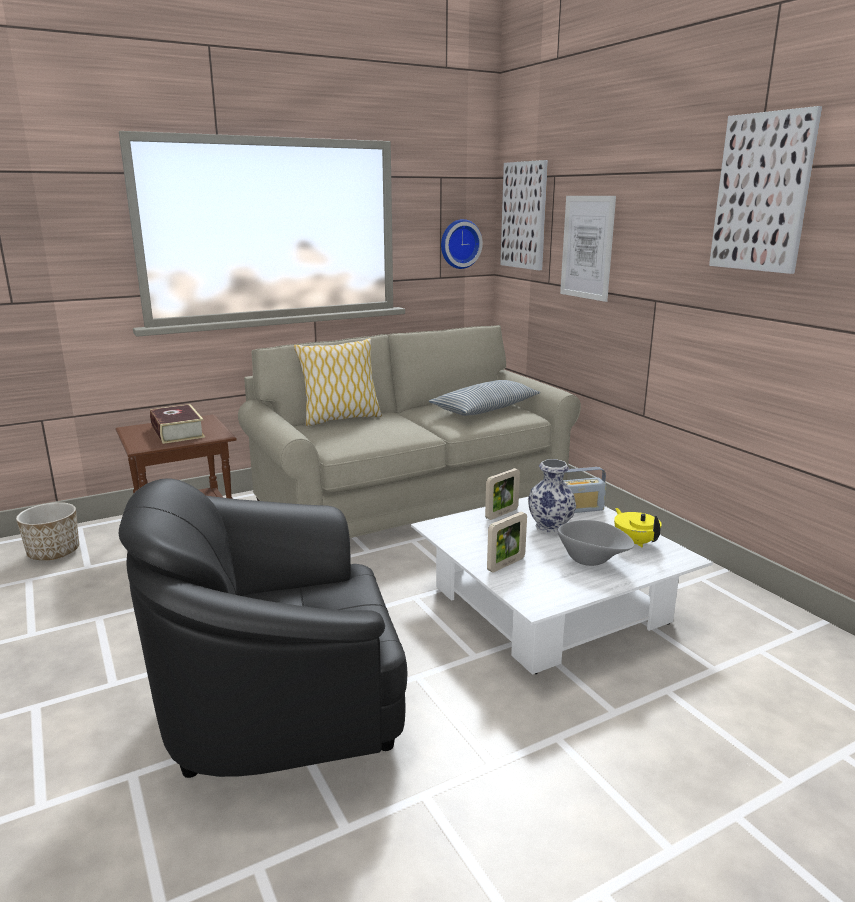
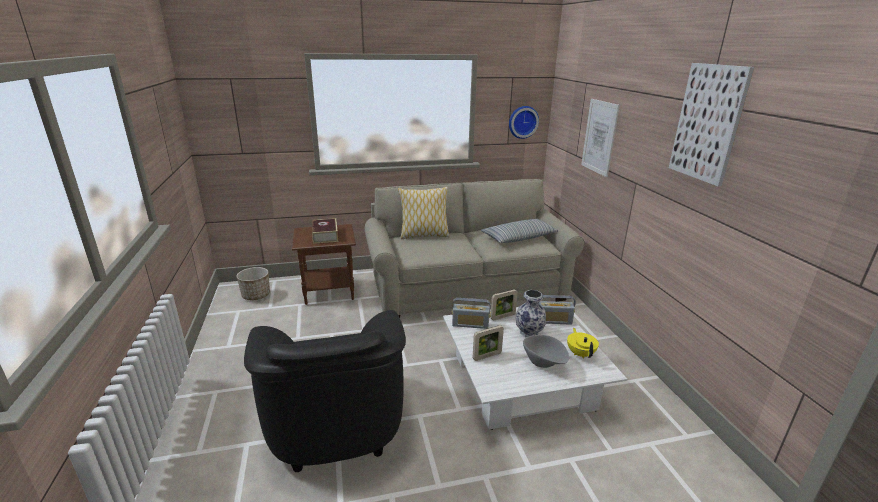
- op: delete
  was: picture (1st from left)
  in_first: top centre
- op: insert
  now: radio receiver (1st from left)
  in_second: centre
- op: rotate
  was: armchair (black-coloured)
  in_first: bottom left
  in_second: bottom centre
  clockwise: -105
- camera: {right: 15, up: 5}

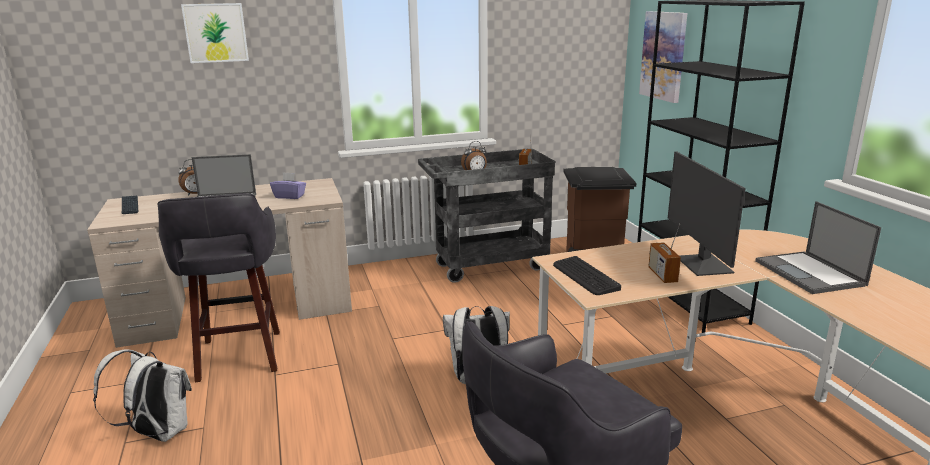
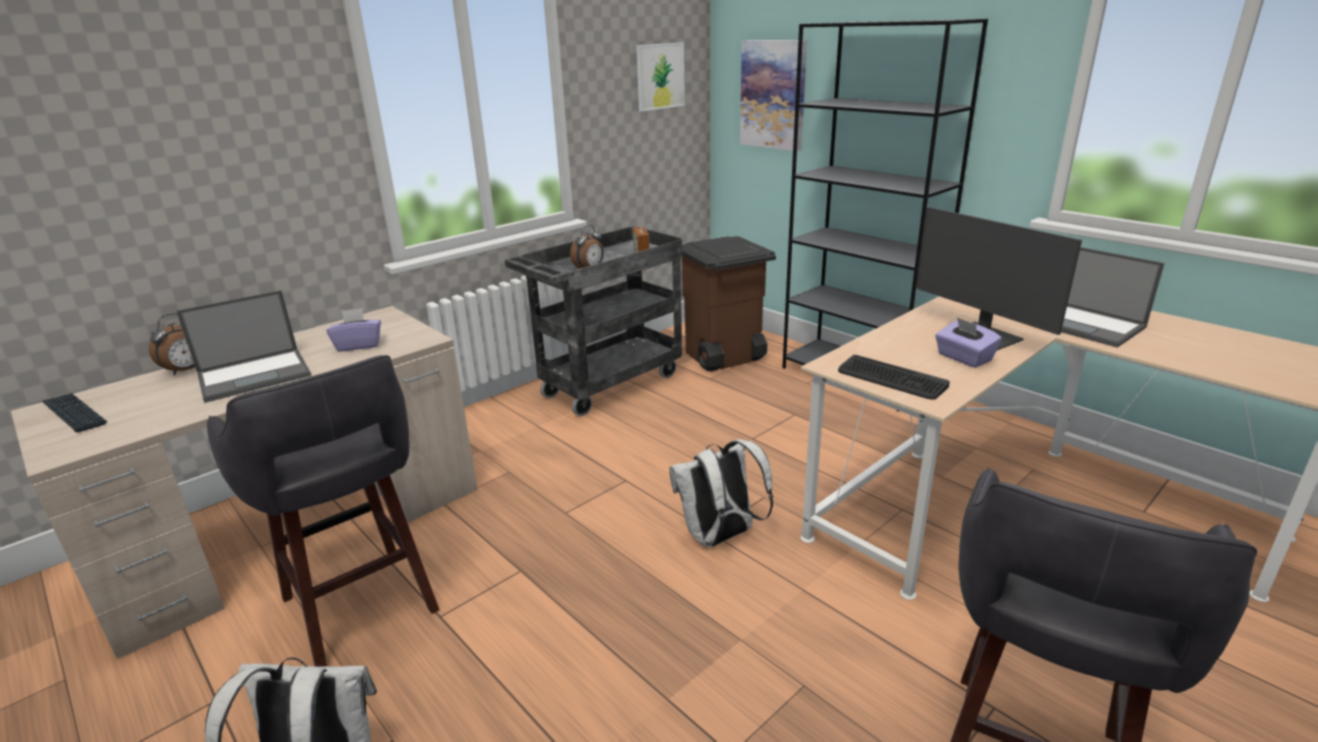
- op: move
  was: picture (1st from left)
  in_first: top left
  in_second: top centre
- op: replace
  was: radio receiver (2nd from left)
  now: tissue holder (purplish) (2nd from left)
  in_first: middle right
  in_second: middle right
- camera: {right: -25, up: 5}

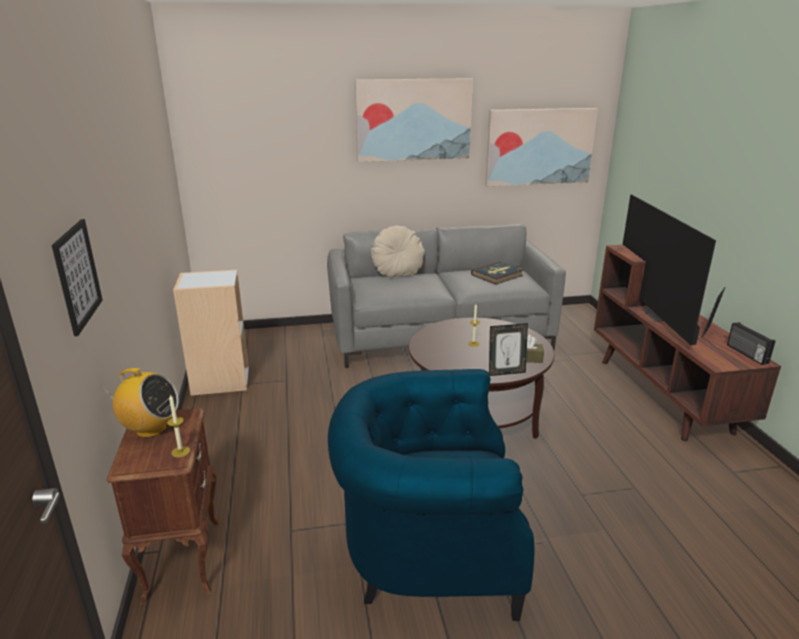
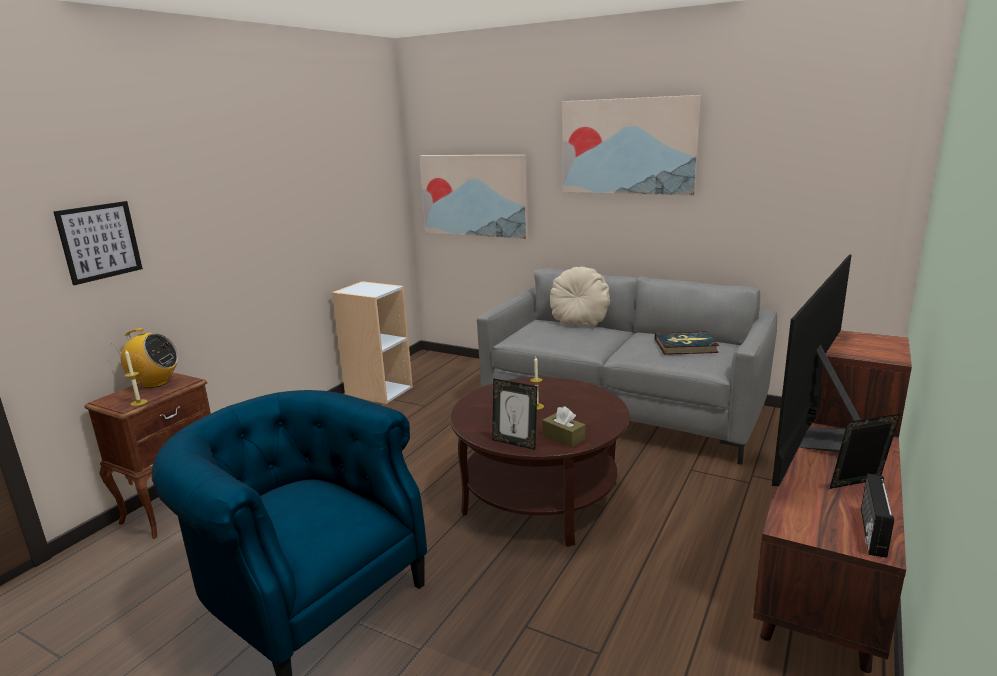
- op: move
  was: picture (3rd from left in the first image)
  now: picture (2nd from left)
  in_first: top right
  in_second: top centre
- op: rotate
  was: radio receiver (1st from left)
  in_first: middle left
  in_second: middle left
  clockwise: -45
- camera: {right: 40, up: -5}

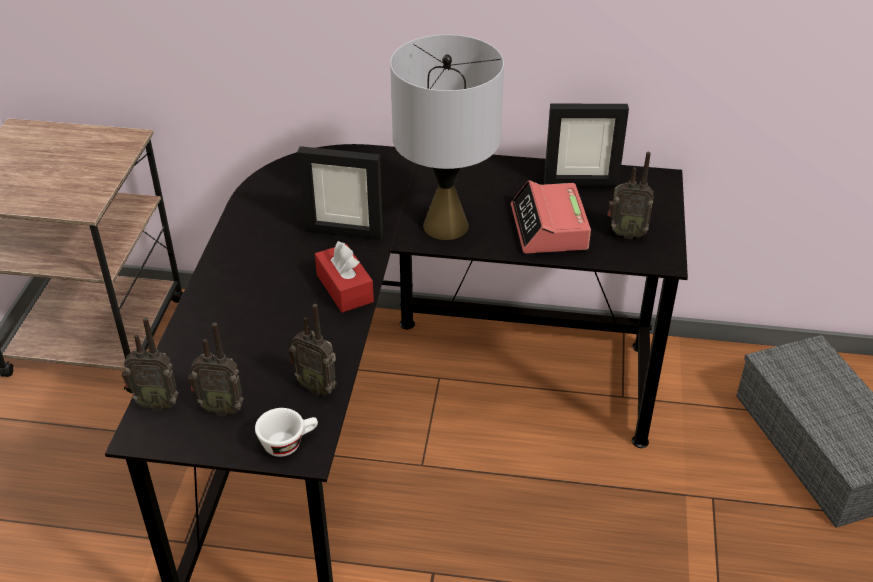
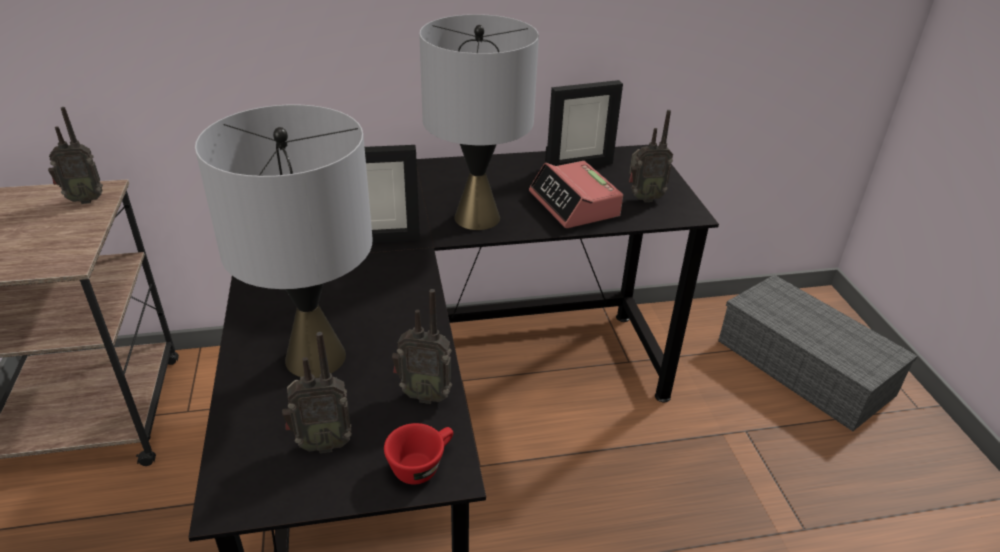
- op: delete
  was: tissue holder (red-coloured)
  in_first: centre
- op: insert
  now: tabletop lamp (gray) (1st from left)
  in_second: middle left
- op: move
  was: radio receiver (1st from left)
  in_first: middle left
  in_second: top left
- op: recolor
  was: drinking cup (whitish)
  now: drinking cup (red-coloured)
  in_first: bottom left
  in_second: bottom centre
- camera: {right: -20, up: -5}

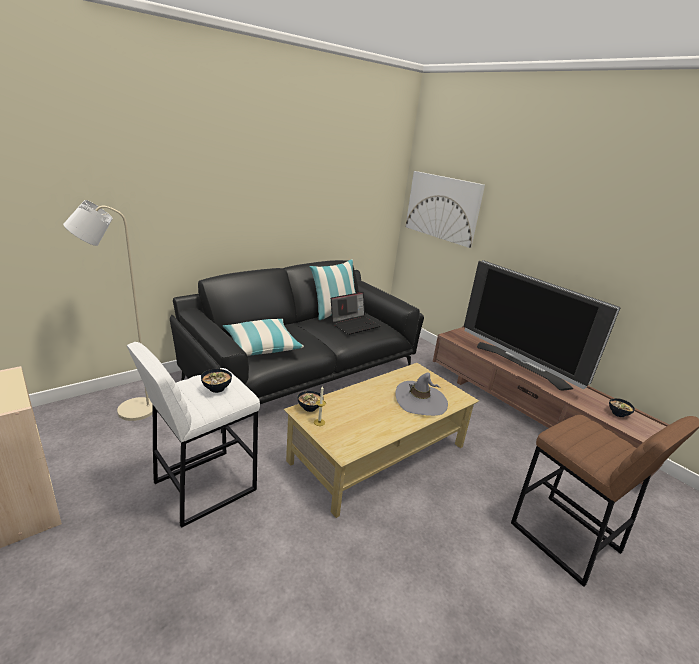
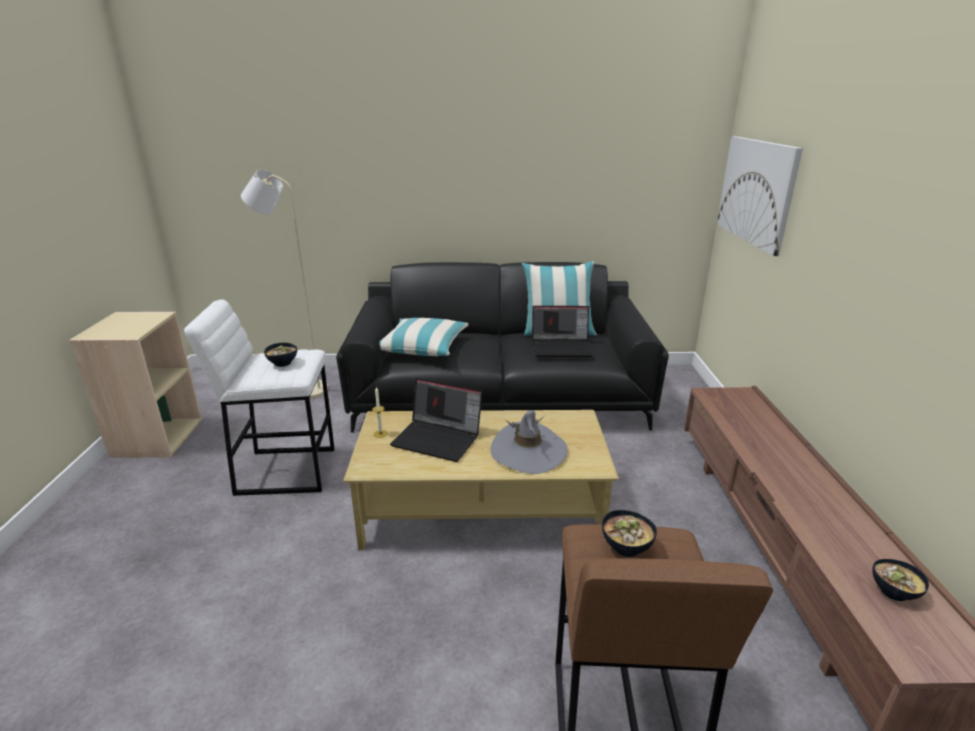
- op: delete
  was: TV set
  in_first: middle right
- op: insert
  now: laptop (1st from left)
  in_second: centre
- op: move
  was: deep dish (2nd from left)
  in_first: centre
  in_second: bottom centre
- camera: {right: 40, up: 0}

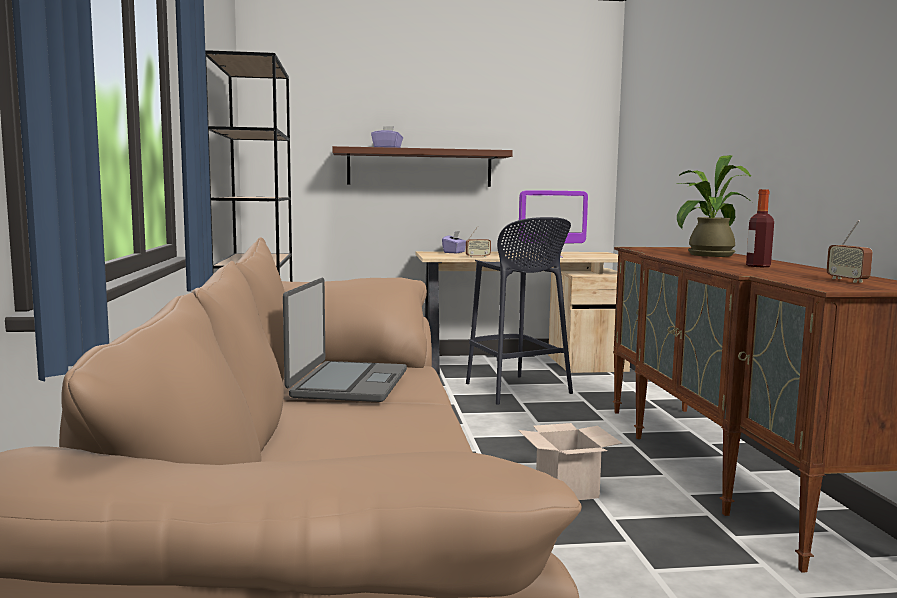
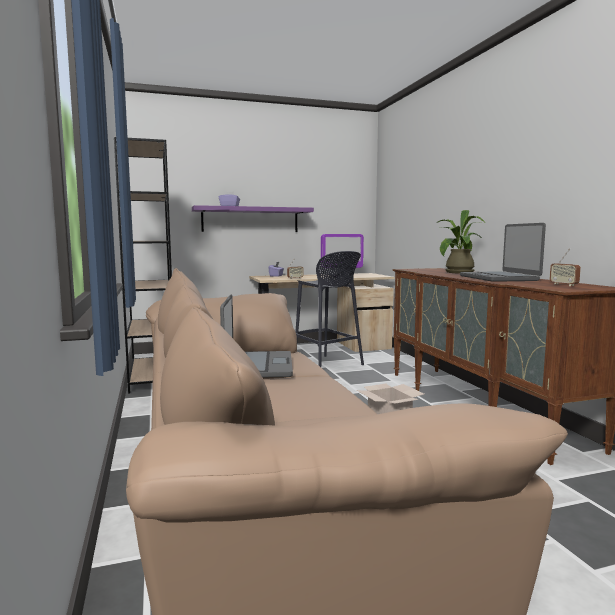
- op: replace
  was: drink bottle
  now: laptop (2nd from left)
  in_first: middle right
  in_second: middle right
- op: recolor
  was: bracket shelf (brown)
  now: bracket shelf (purplish)
  in_first: top centre
  in_second: centre
- camera: {right: -10, up: 0}

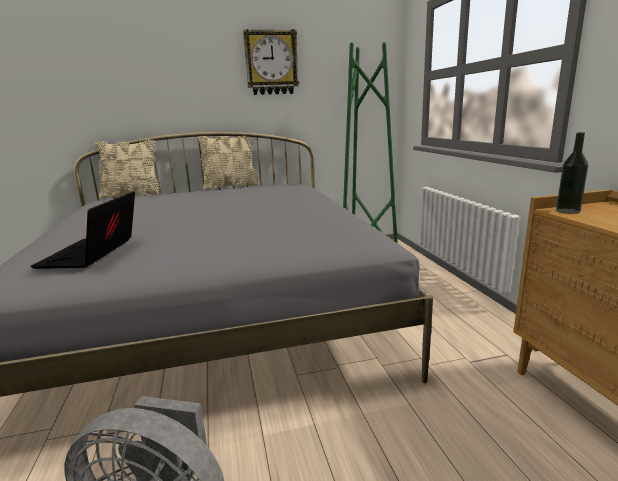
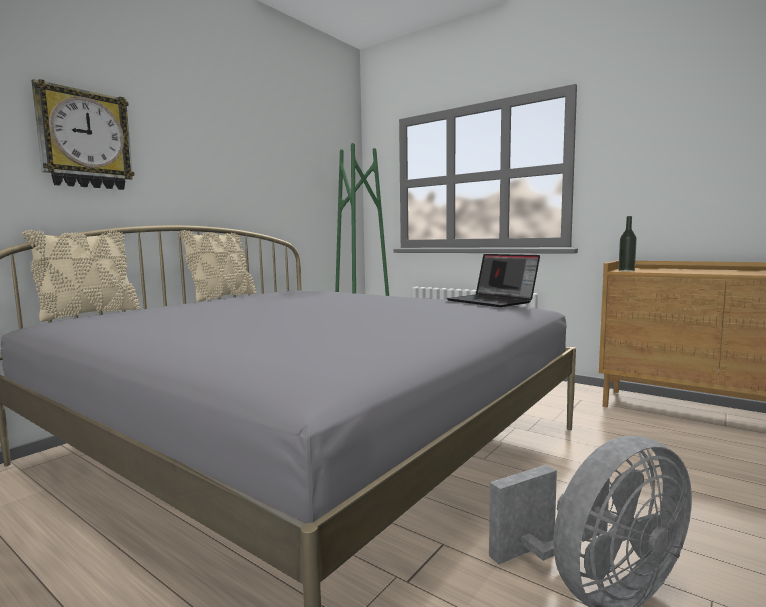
- op: move
  was: laptop
  in_first: middle left
  in_second: centre
- op: move
  was: hanging clock
  in_first: top centre
  in_second: top left
- camera: {right: -40, up: -10}

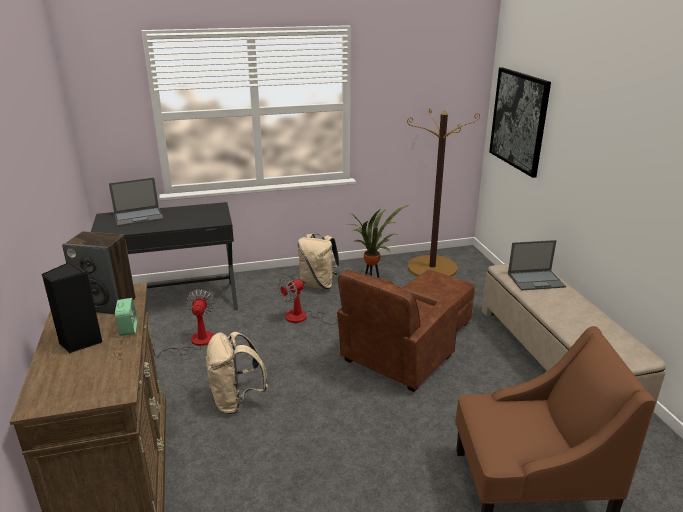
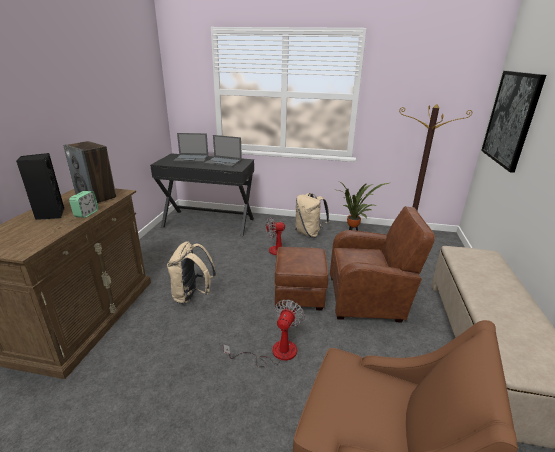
- op: move
  was: electric fan (1st from left)
  in_first: middle left
  in_second: bottom centre
- op: move
  was: laptop (2nd from left)
  in_first: middle right
  in_second: centre
- op: rotate
  was: armchair (brown) (1st from left)
  in_first: centre
  in_second: centre
  clockwise: -150
- camera: {right: 25, up: 0}

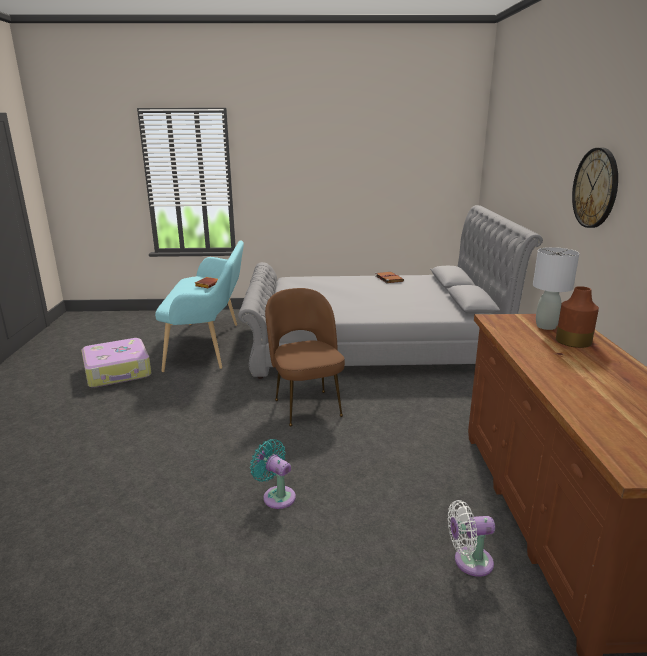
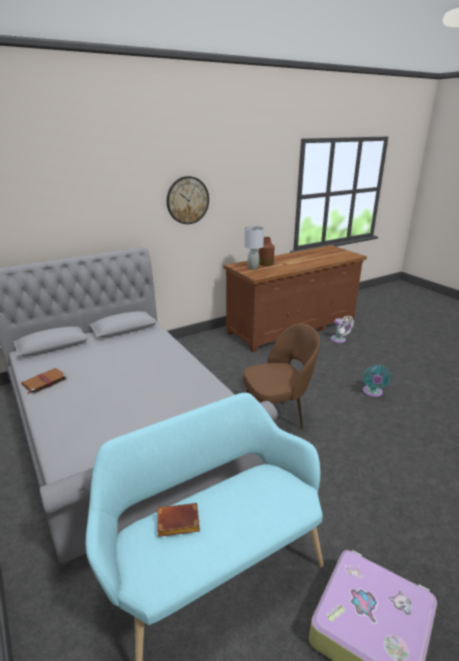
- op: rotate
  was: plain chair (brown)
  in_first: centre
  in_second: centre
  clockwise: -150
- camera: {right: -120, up: 5}

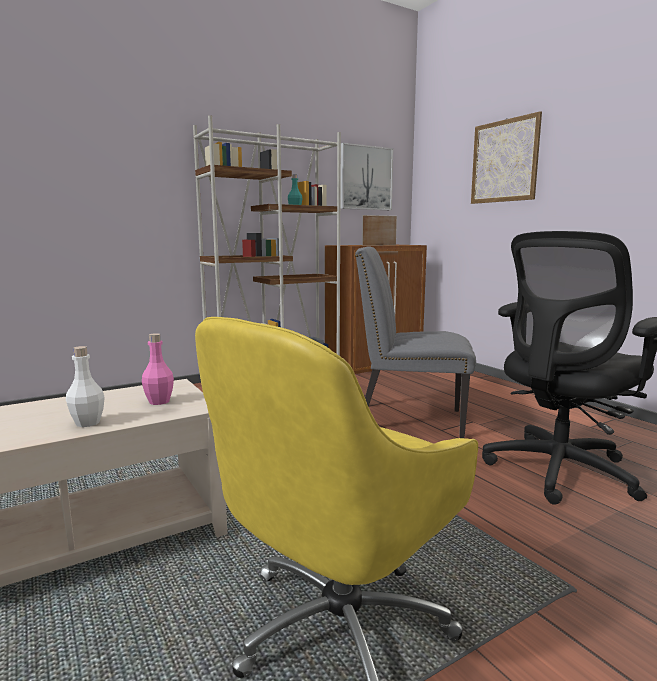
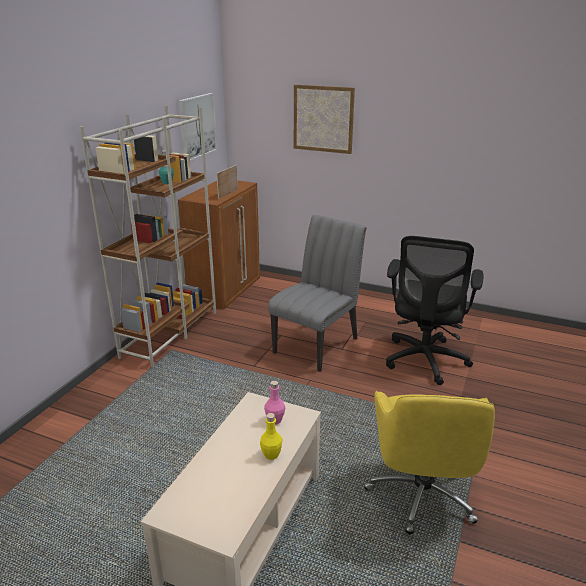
- op: recolor
  was: drink bottle (whitish)
  now: drink bottle (yellowish)
  in_first: middle left
  in_second: bottom centre
- op: rotate
  was: plain chair (gray)
  in_first: centre
  in_second: centre
  clockwise: 150
- camera: {right: -35, up: 15}

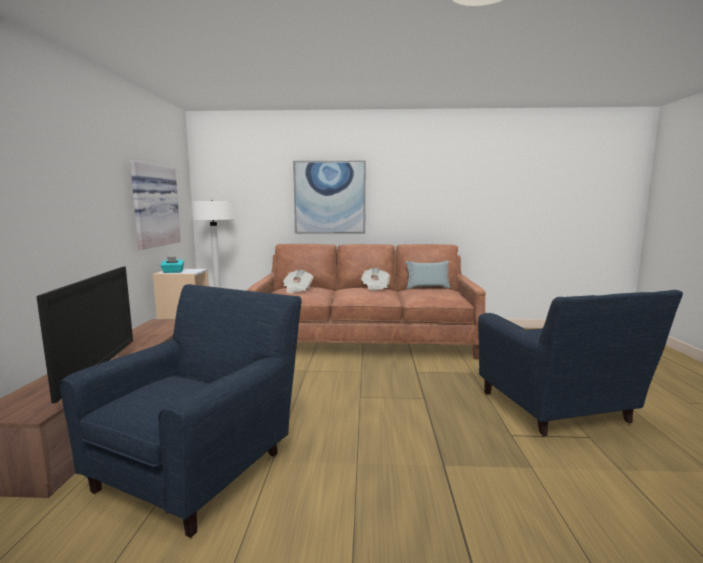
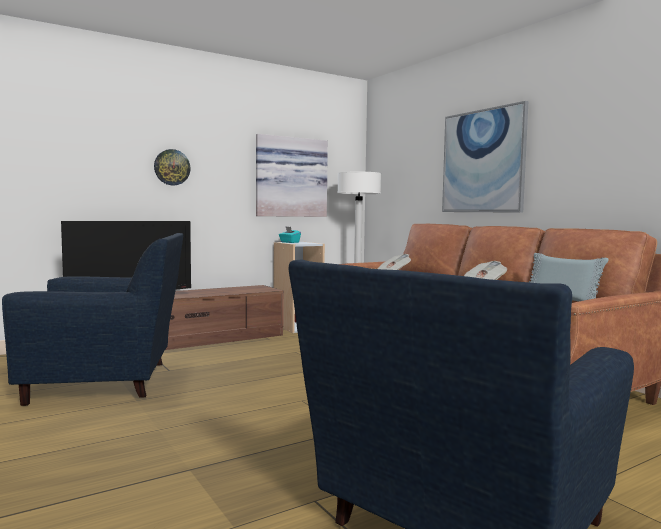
- op: insert
  now: hanging clock
  in_second: top left
- camera: {right: 55, up: -5}

